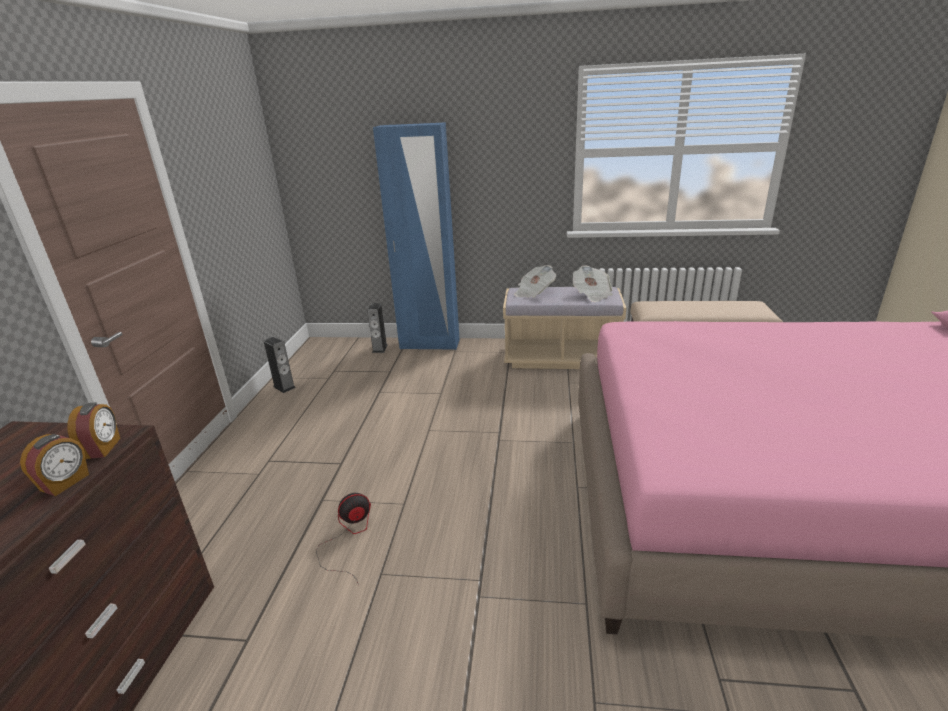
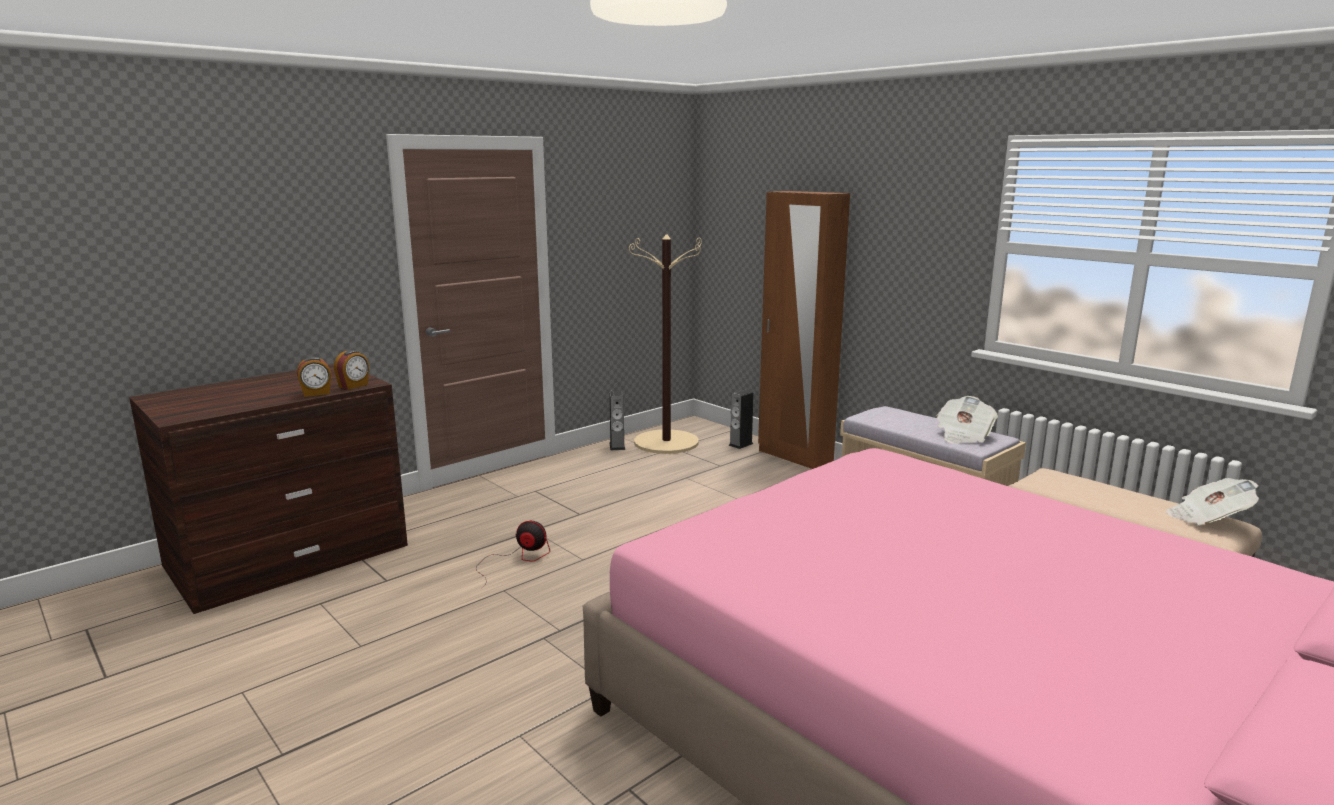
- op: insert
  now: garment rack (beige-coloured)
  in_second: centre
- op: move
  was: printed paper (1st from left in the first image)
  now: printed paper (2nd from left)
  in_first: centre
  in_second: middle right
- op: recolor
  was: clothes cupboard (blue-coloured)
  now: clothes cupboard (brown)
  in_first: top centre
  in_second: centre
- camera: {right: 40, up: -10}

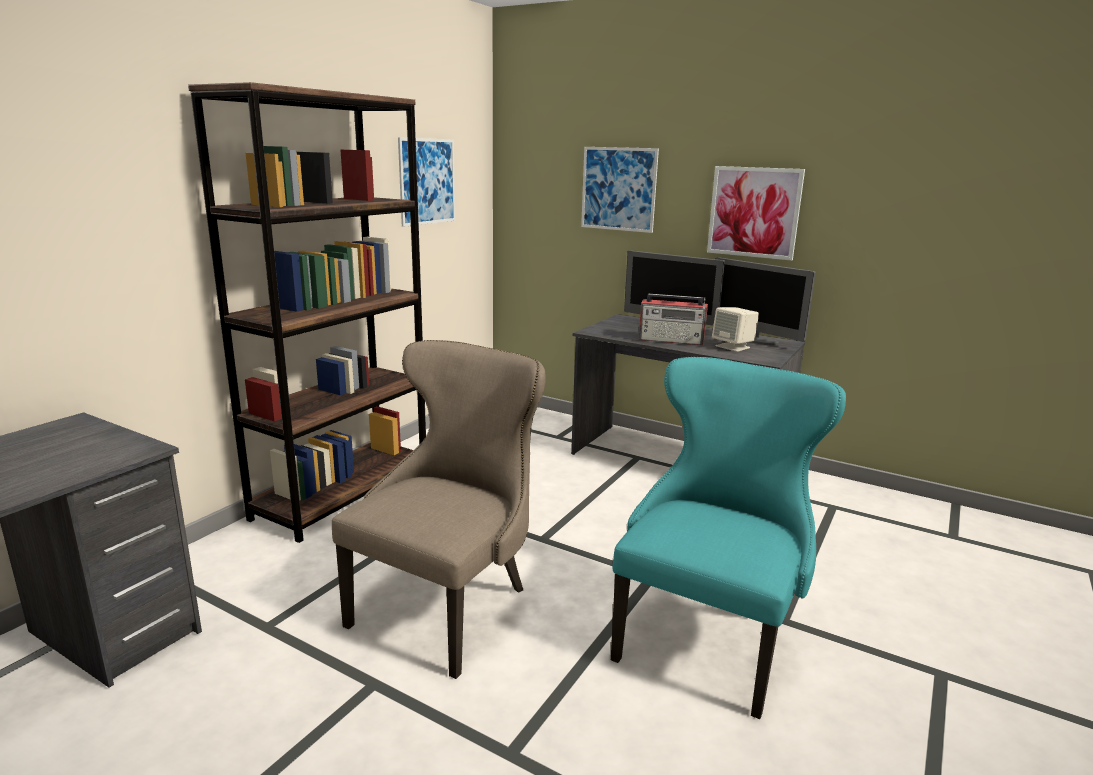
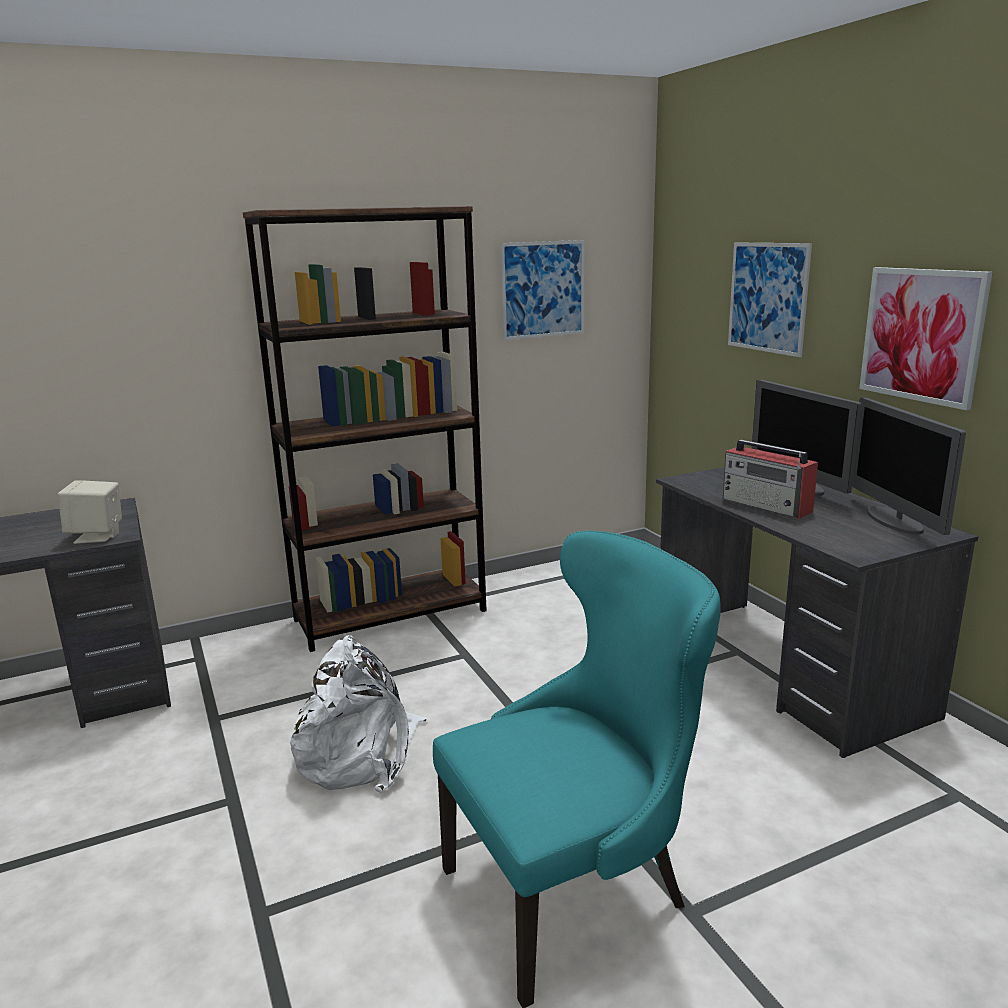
- op: move
  was: loudspeaker (beige-coloured)
  in_first: middle right
  in_second: middle left
- op: replace
  was: plain chair (beige-coloured)
  now: backpack (whitish)
  in_first: centre
  in_second: bottom centre
- camera: {right: 35, up: 0}

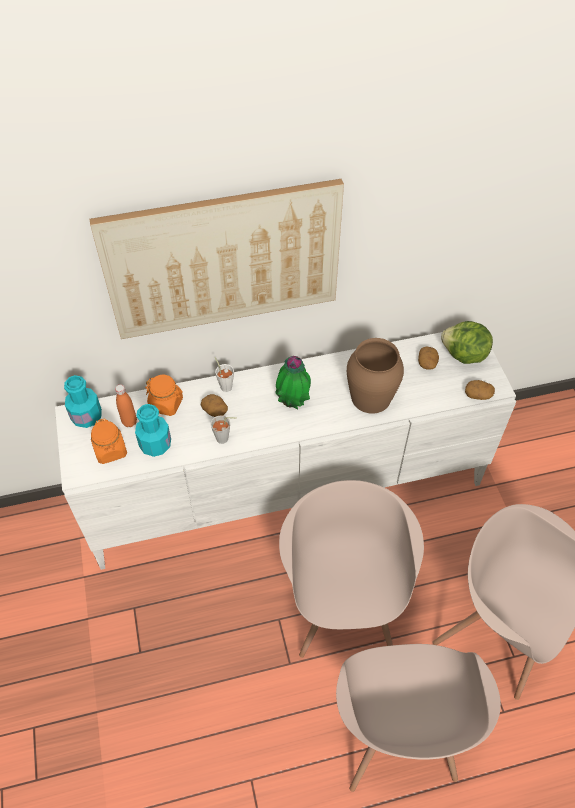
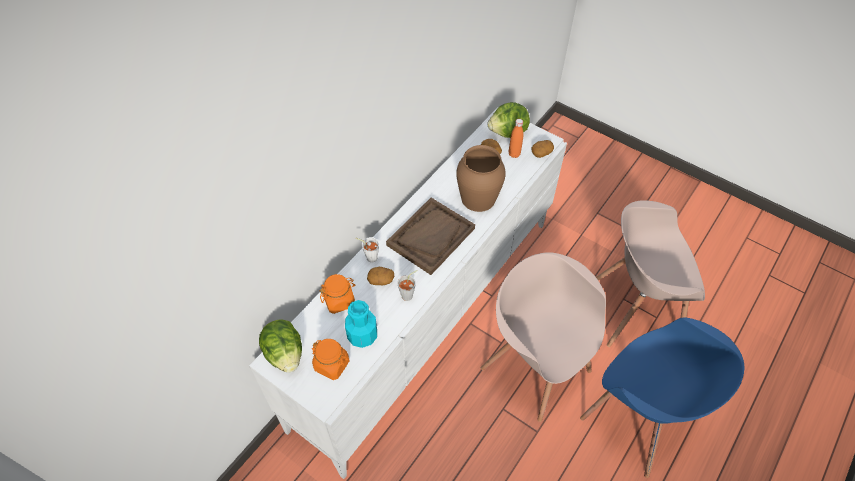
- op: delete
  was: picture
  in_first: top centre
- op: move
  was: drink bottle (orange-coloured)
  in_first: middle left
  in_second: top centre
- op: replace
  was: drink bottle (blue-green) (1st from left)
  now: lettuce (1st from left)
  in_first: middle left
  in_second: bottom left
- op: replace
  was: potted plant
  now: tray (brown)
  in_first: centre
  in_second: centre
- op: recolor
  was: plain chair (beige-coloured) (2nd from left)
  now: plain chair (blue-coloured)
  in_first: bottom right
  in_second: bottom right
- camera: {right: -40, up: 0}

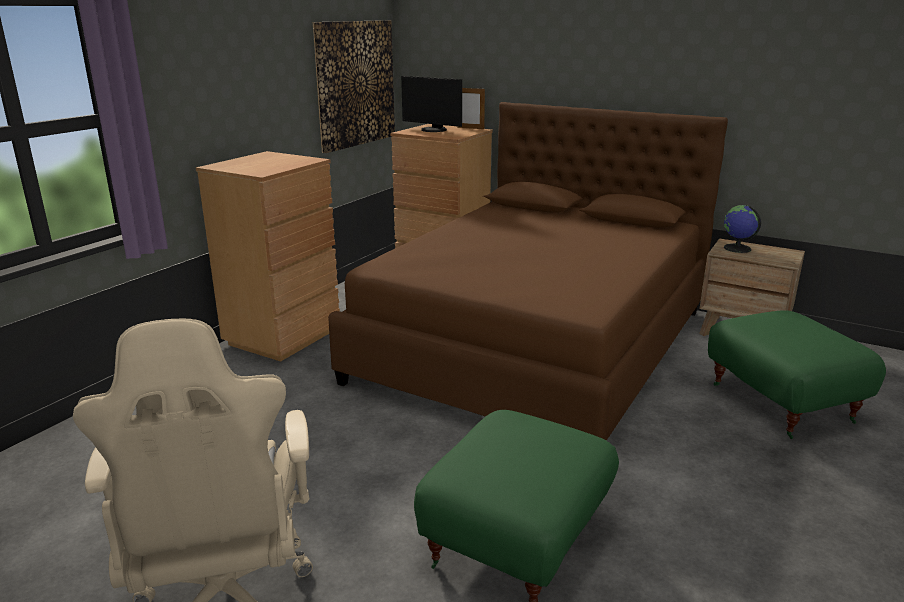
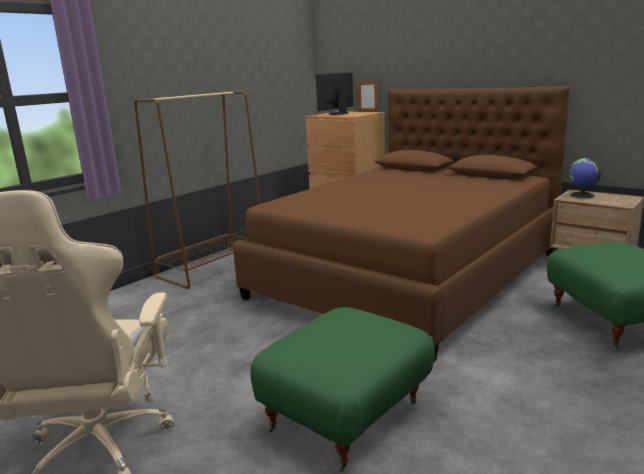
- op: delete
  was: picture
  in_first: top centre
- op: replace
  was: dresser (brown) (1st from left)
  now: garment rack (brown)
  in_first: middle left
  in_second: middle left
- op: rotate
  was: computer screen
  in_first: top centre
  in_second: top centre
  clockwise: 90
- camera: {right: 10, up: -5}

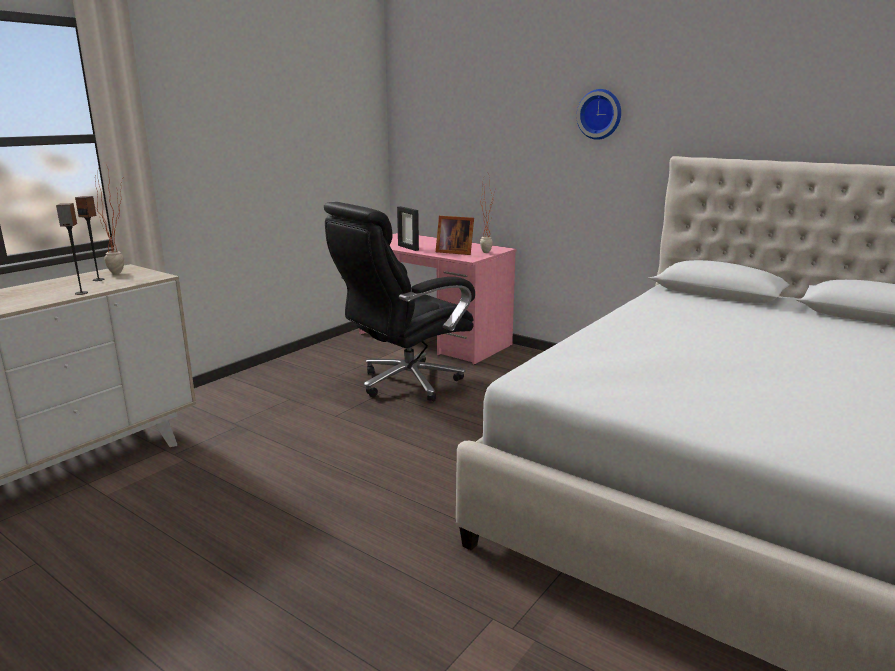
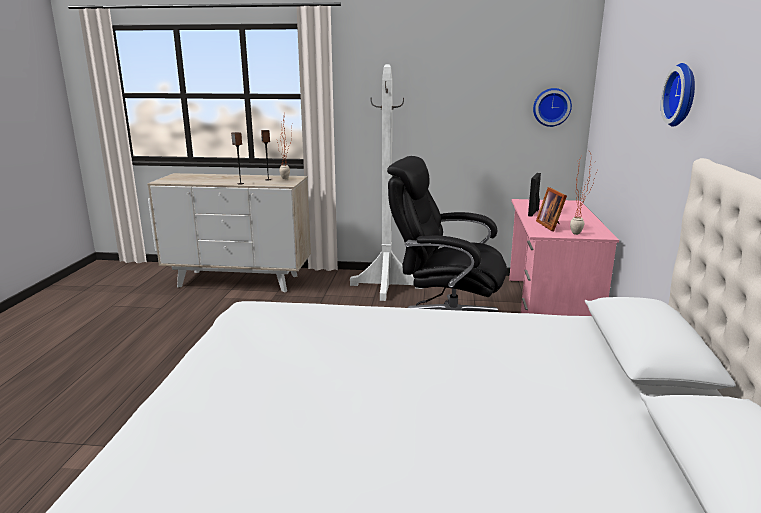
- op: insert
  now: garment rack (whitish)
  in_second: centre
- op: insert
  now: hanging clock (1st from left)
  in_second: top right
- camera: {right: 60, up: 0}

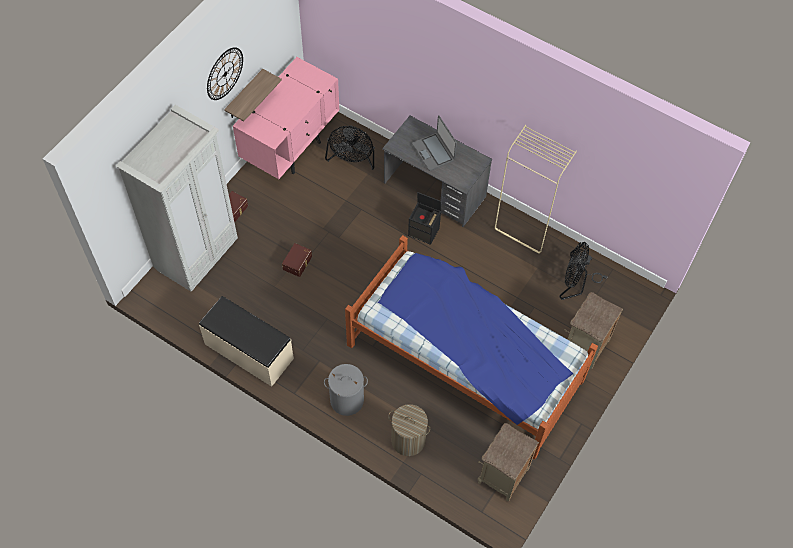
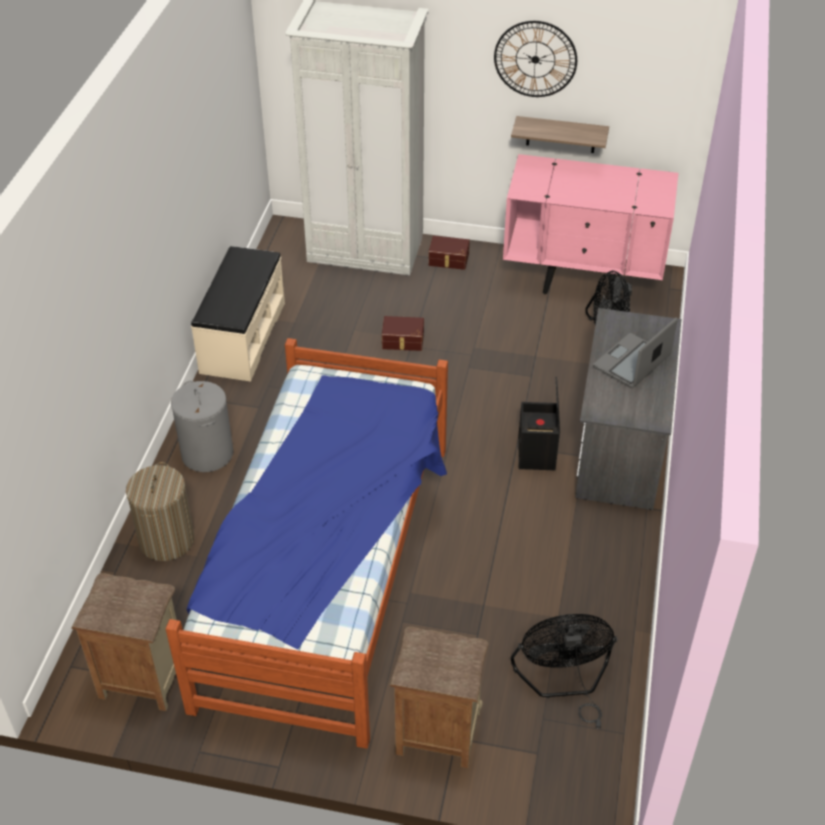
- op: delete
  was: garment rack (beige-coloured)
  in_first: middle right
- camera: {right: 70, up: -15}

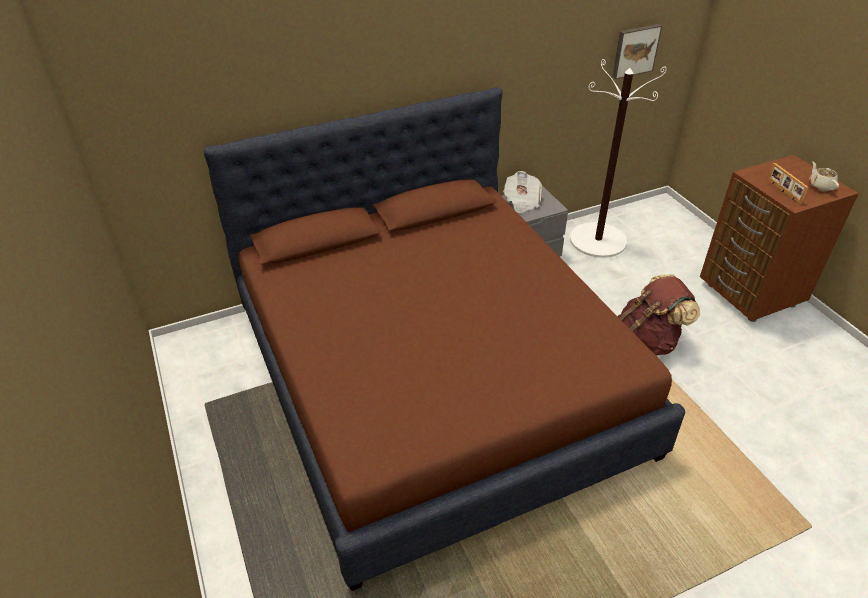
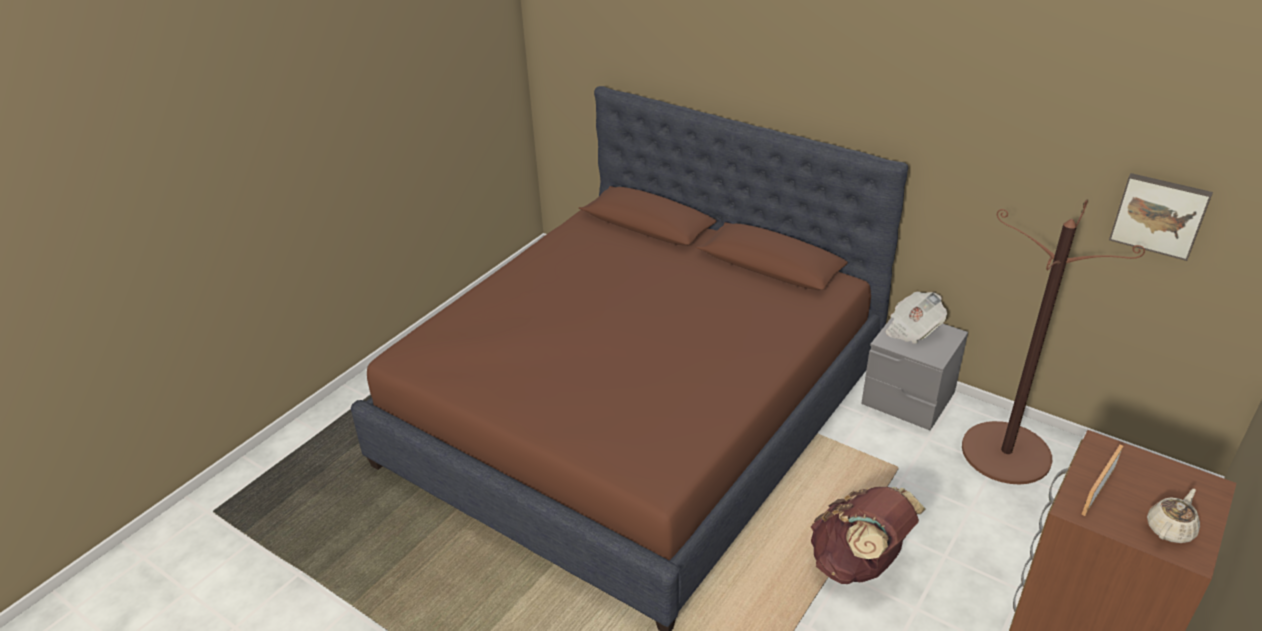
- op: recolor
  was: garment rack (whitish)
  now: garment rack (brown)
  in_first: top right
  in_second: middle right
- camera: {right: 60, up: -5}

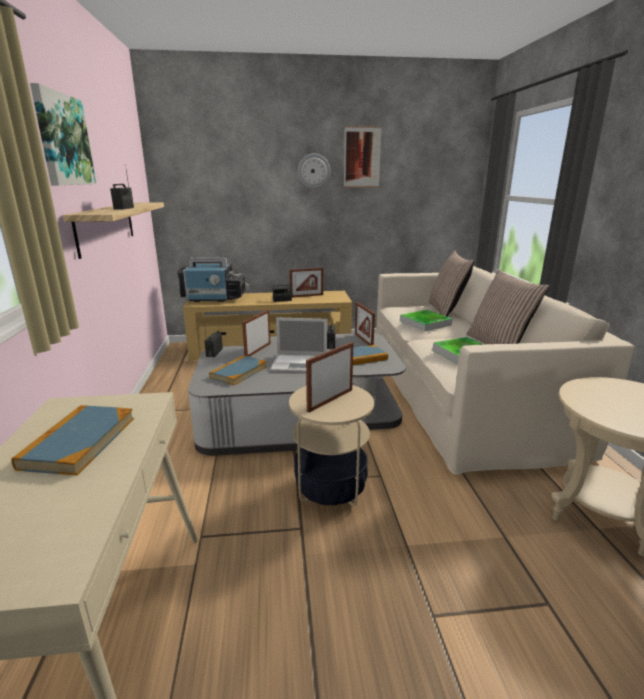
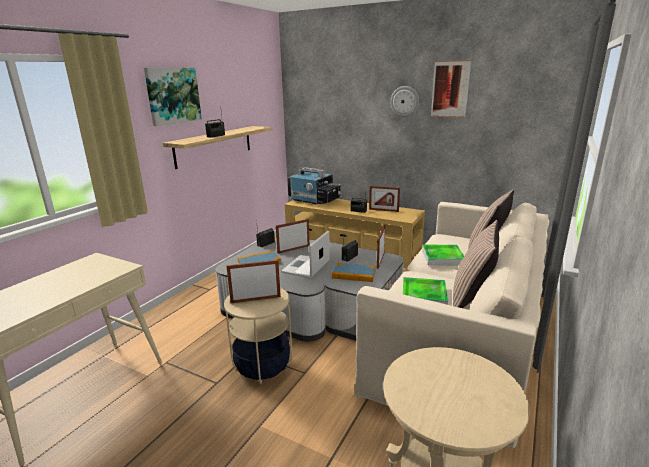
- op: delete
  was: bound book (1st from left)
  in_first: middle left
- op: rotate
  was: laptop
  in_first: centre
  in_second: centre
  clockwise: 75
- camera: {right: 35, up: 0}

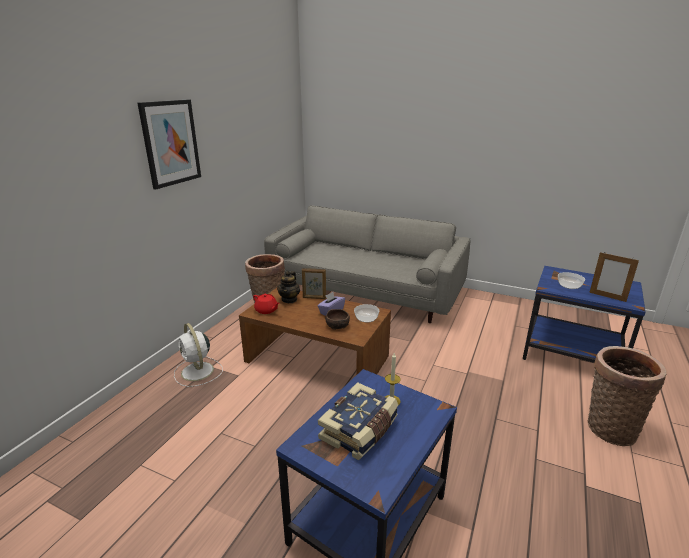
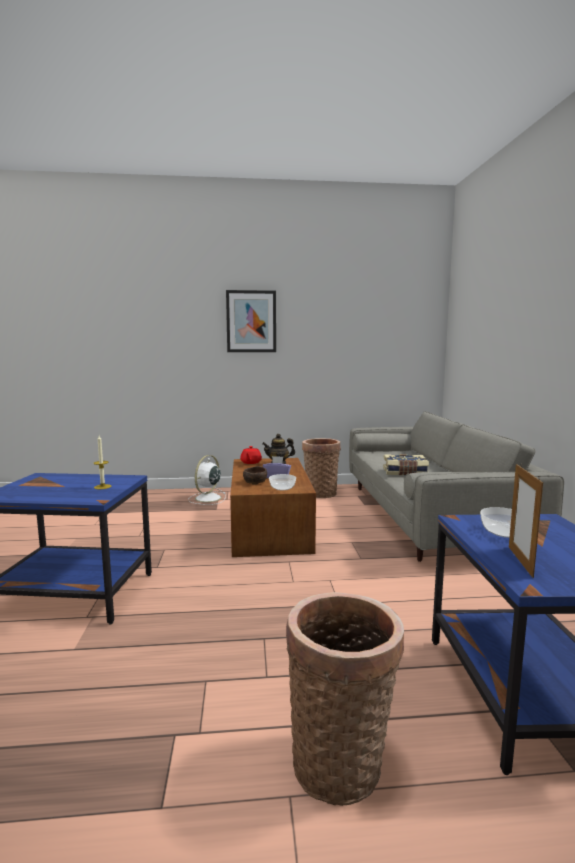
- op: delete
  was: photo frame (1st from left)
  in_first: centre
- op: move
  was: bound book
  in_first: bottom centre
  in_second: middle right
- camera: {right: 60, up: -15}

